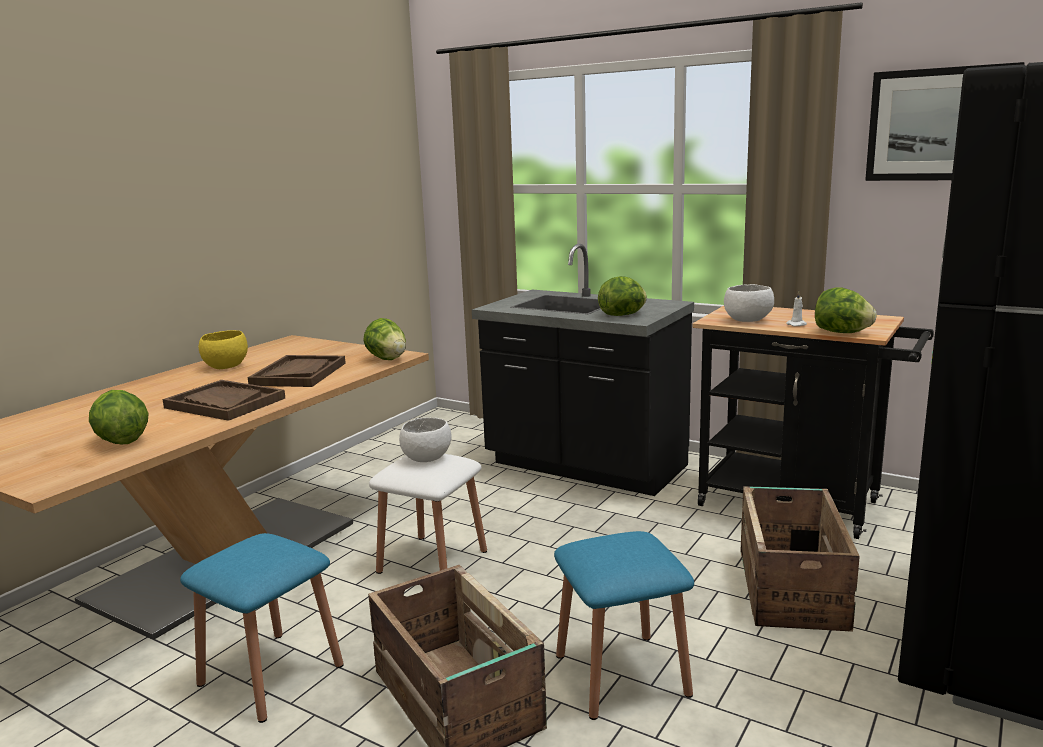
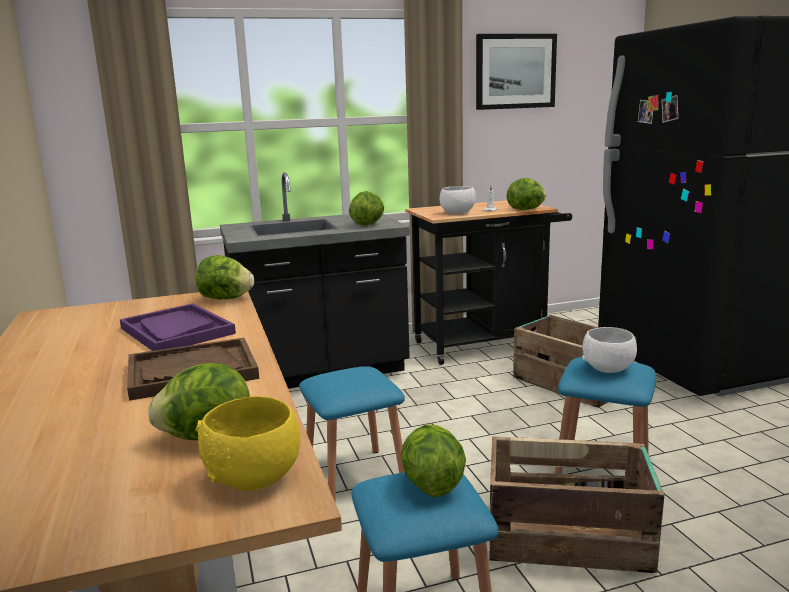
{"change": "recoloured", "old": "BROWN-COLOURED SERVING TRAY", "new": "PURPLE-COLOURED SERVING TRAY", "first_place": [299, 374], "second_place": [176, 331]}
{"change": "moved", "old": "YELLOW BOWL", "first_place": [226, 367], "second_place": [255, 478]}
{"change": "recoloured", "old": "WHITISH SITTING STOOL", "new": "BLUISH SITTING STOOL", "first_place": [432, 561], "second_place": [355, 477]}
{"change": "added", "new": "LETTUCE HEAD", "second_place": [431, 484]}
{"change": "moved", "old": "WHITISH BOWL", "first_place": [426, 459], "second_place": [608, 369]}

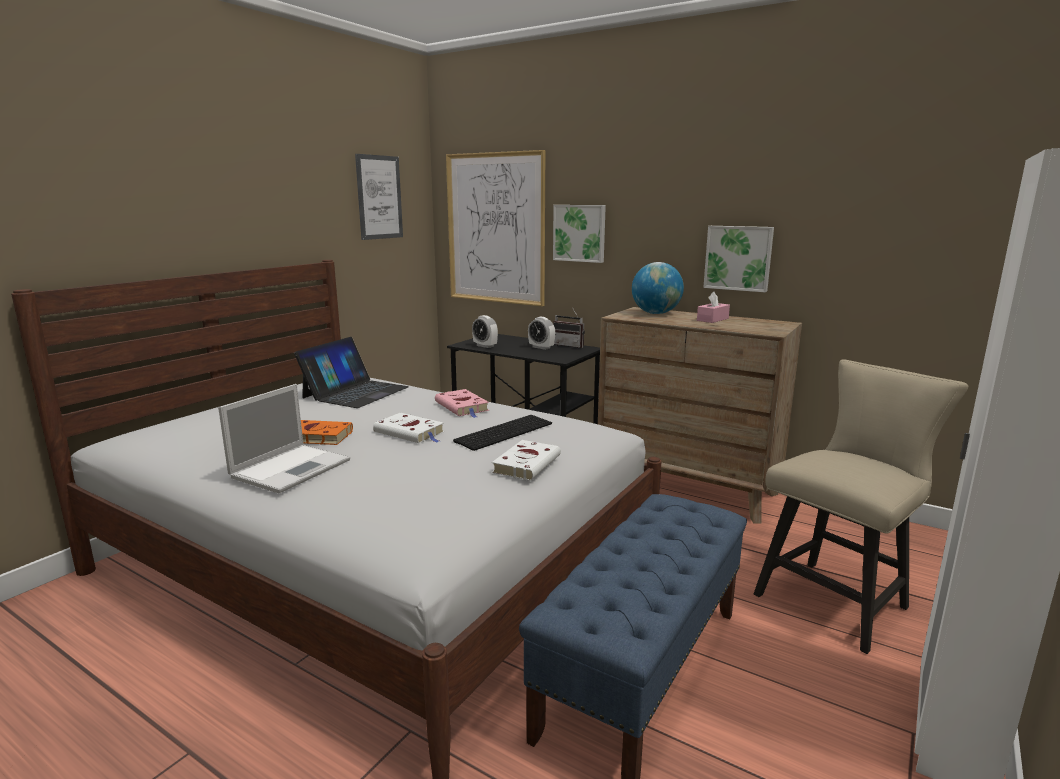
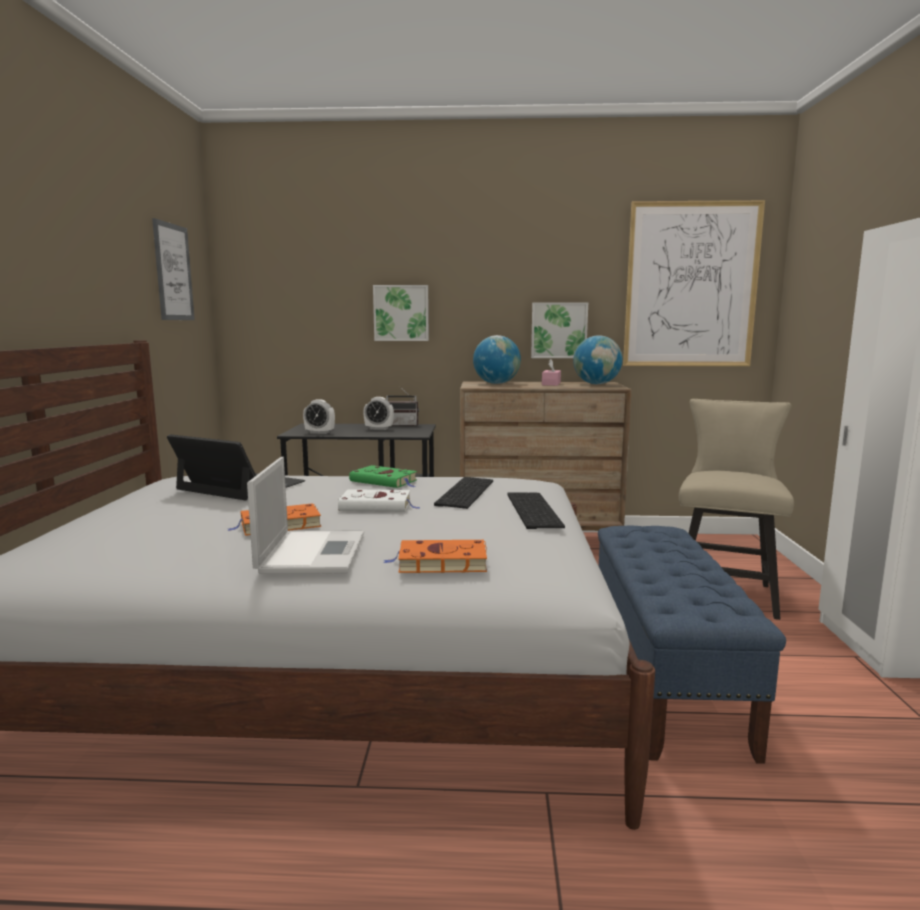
{"change": "turned", "old": "LAPTOP", "first_place": [355, 392], "second_place": [240, 485], "degrees": -60}
{"change": "recoloured", "old": "PINK BOUND BOOK", "new": "GREEN-COLOURED BOUND BOOK", "first_place": [462, 407], "second_place": [385, 481]}
{"change": "added", "new": "ORANGEY BOUND BOOK", "second_place": [439, 562]}
{"change": "replaced", "old": "WHITISH BOUND BOOK", "new": "PC KEYBOARD", "first_place": [527, 464], "second_place": [531, 509]}
{"change": "added", "new": "GLOBE", "second_place": [596, 384]}
{"change": "moved", "old": "PICTURE", "first_place": [495, 229], "second_place": [691, 285]}

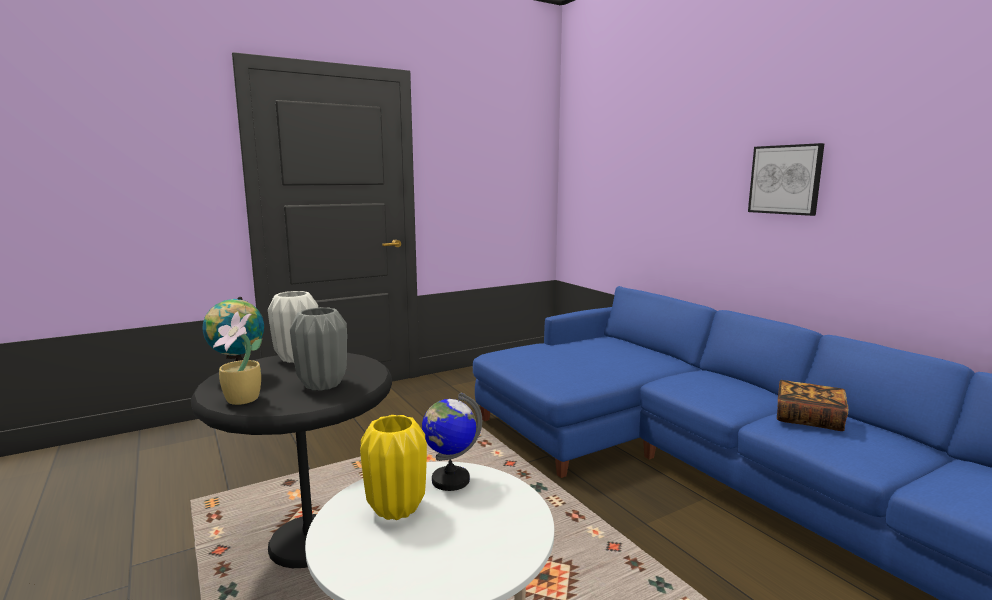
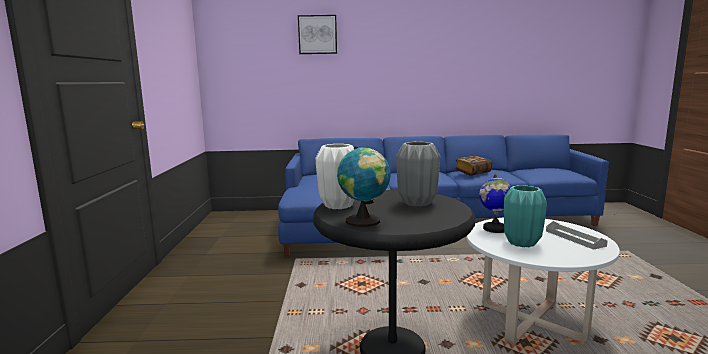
{"change": "moved", "old": "PICTURE", "first_place": [785, 179], "second_place": [317, 34]}
{"change": "recoloured", "old": "YELLOW DECORATIVE VASE", "new": "BLUE-GREEN DECORATIVE VASE", "first_place": [396, 509], "second_place": [522, 243]}
{"change": "added", "new": "GREYISH SERVING TRAY", "second_place": [574, 238]}
{"change": "removed", "old": "POTTED PLANT", "first_place": [243, 400]}

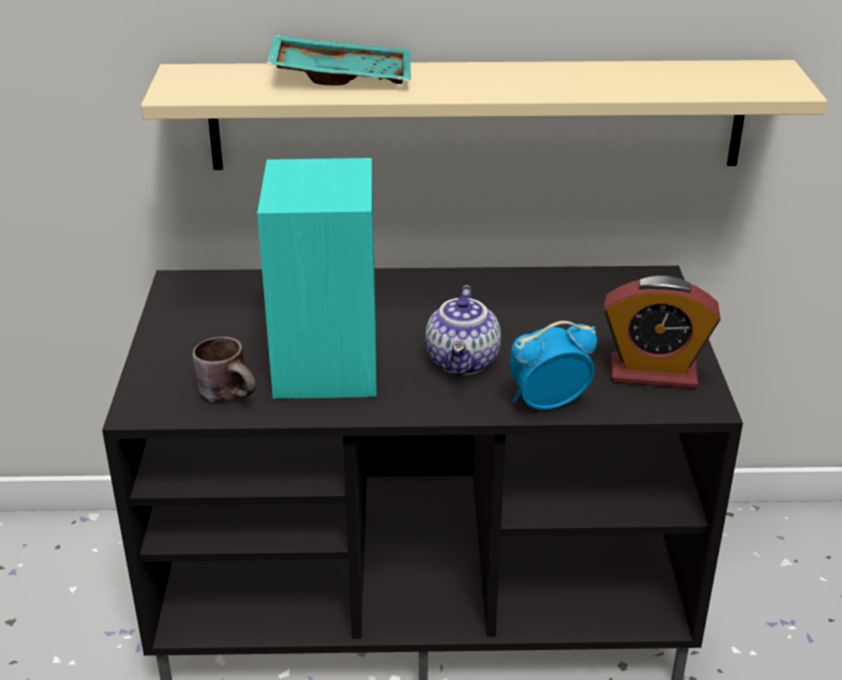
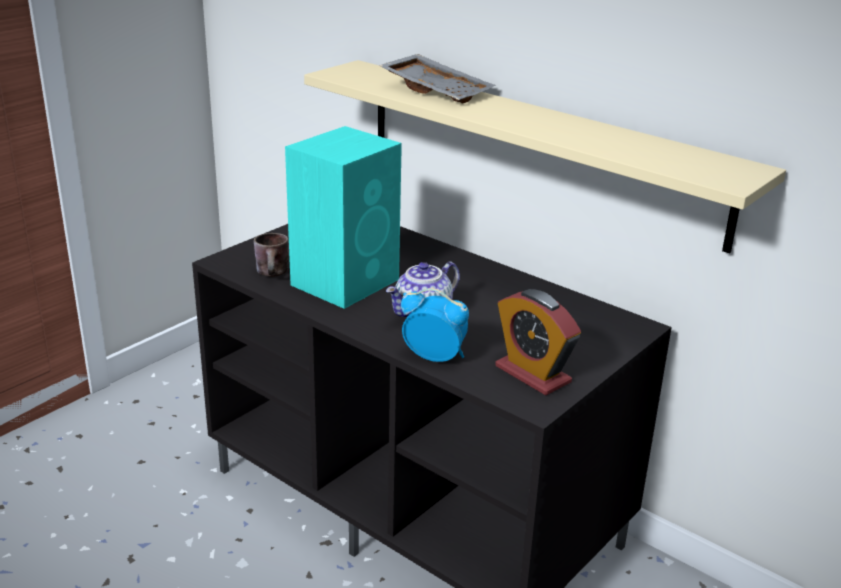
{"change": "recoloured", "old": "BLUE-GREEN SERVING TRAY", "new": "GREYISH SERVING TRAY", "first_place": [341, 76], "second_place": [437, 91]}

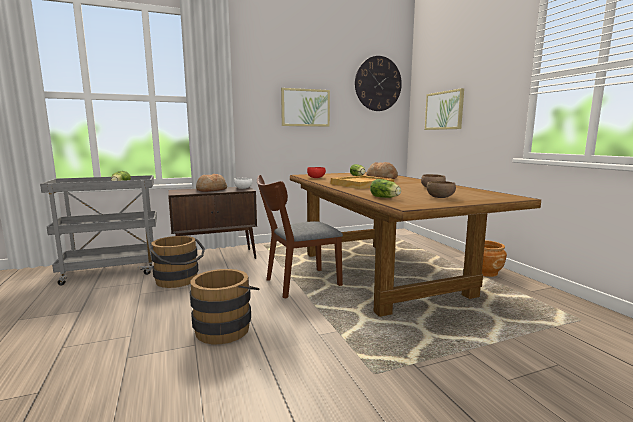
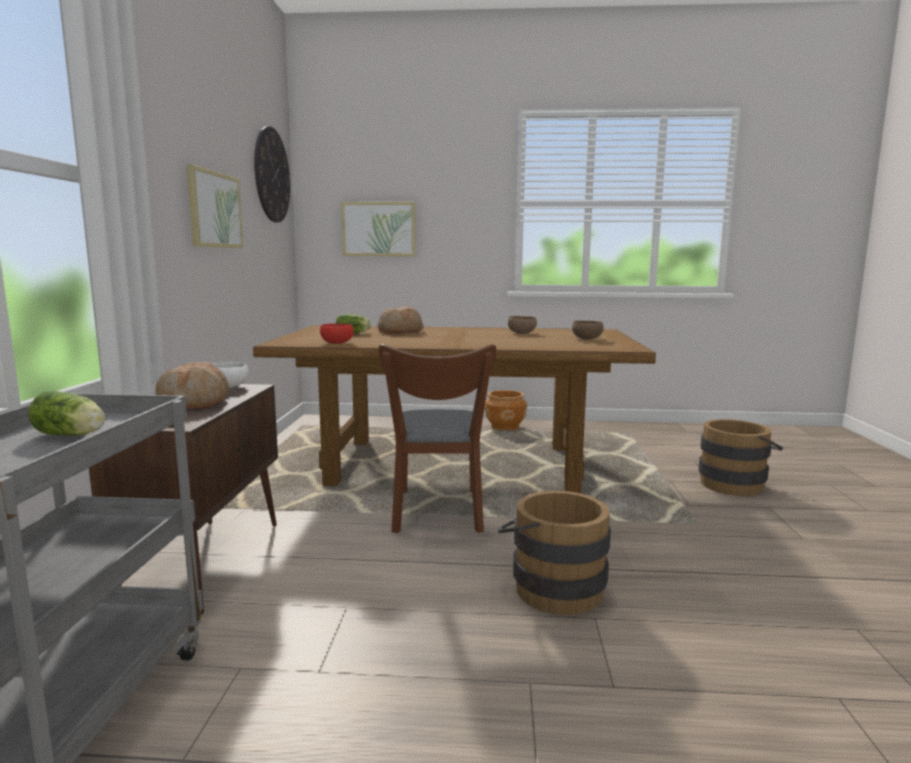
{"change": "moved", "old": "BROWN-COLOURED WATER BUCKET", "first_place": [179, 281], "second_place": [735, 484]}
{"change": "removed", "old": "SAND-COLOURED SERVING TRAY", "first_place": [362, 184]}
{"change": "removed", "old": "LETTUCE HEAD", "first_place": [385, 197]}

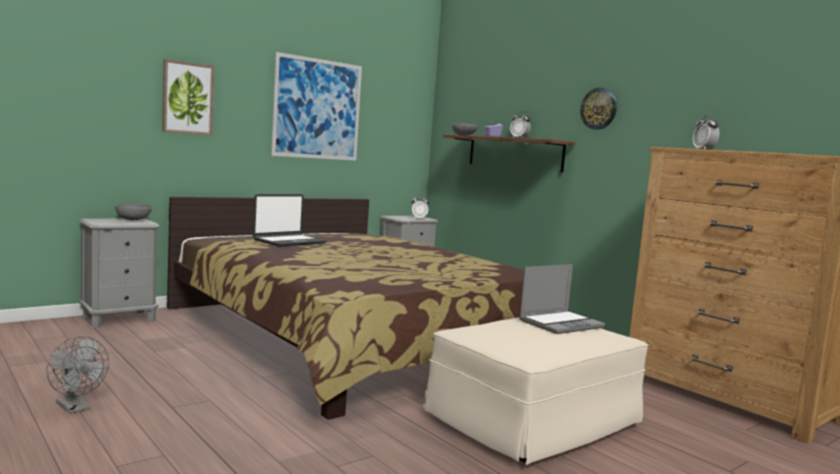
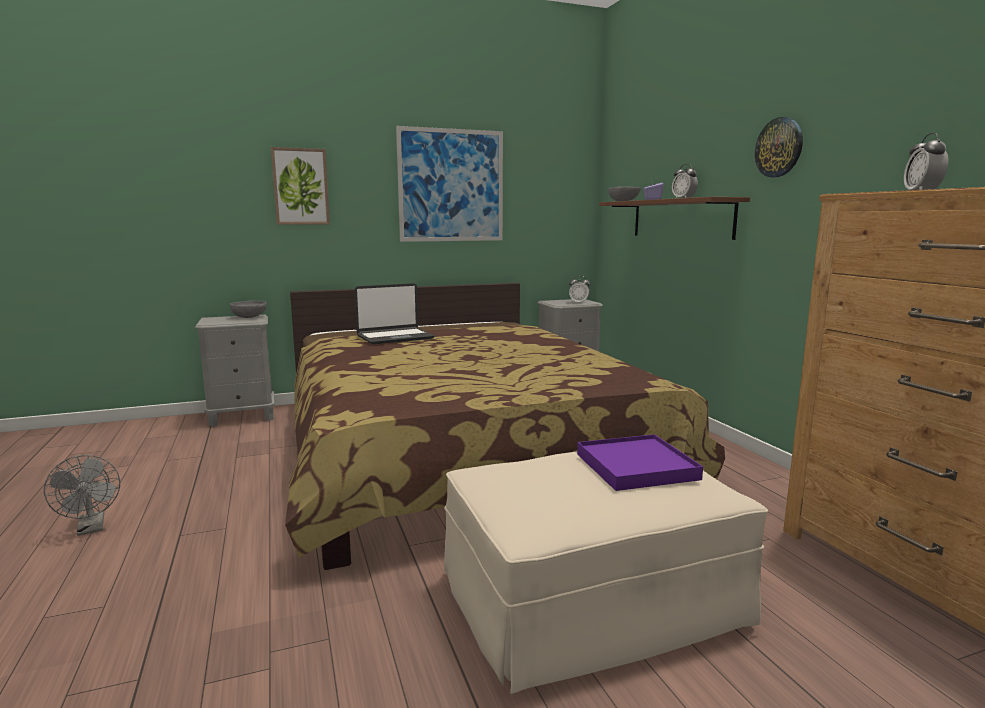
{"change": "replaced", "old": "LAPTOP", "new": "PURPLE-COLOURED SERVING TRAY", "first_place": [561, 324], "second_place": [636, 466]}

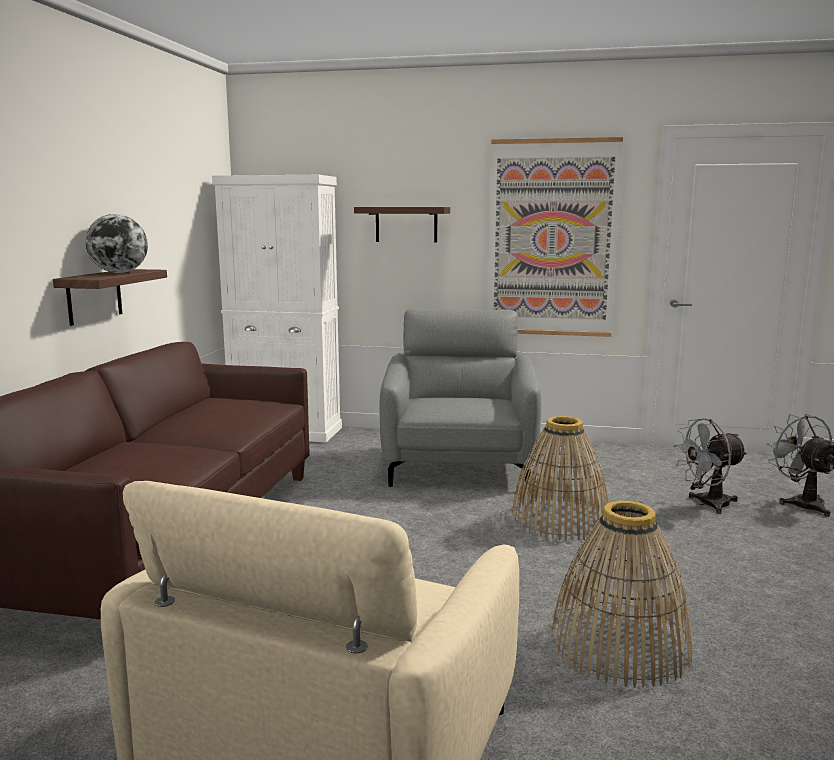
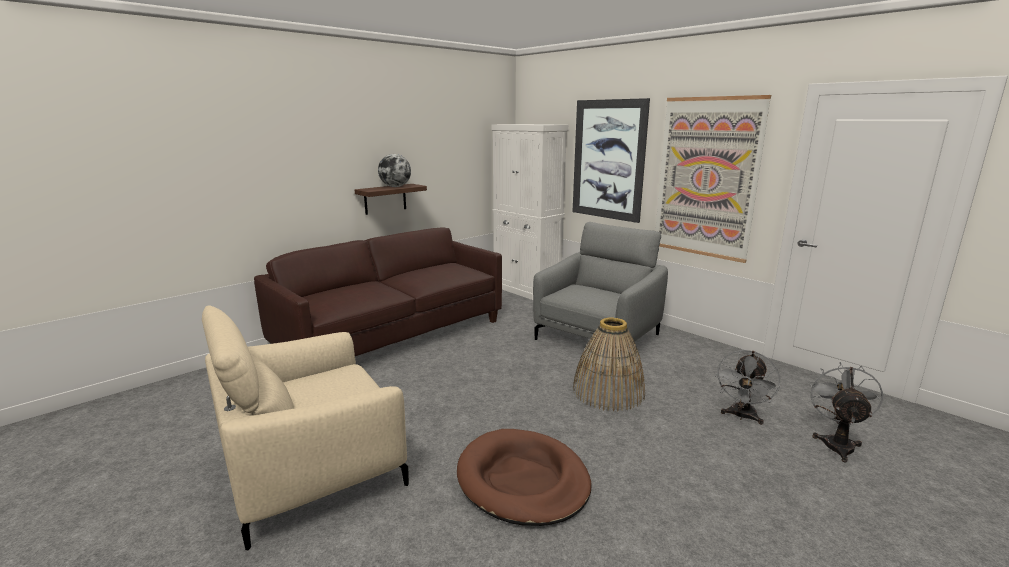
{"change": "replaced", "old": "STORAGE BASKET", "new": "BROWN-COLOURED DOG BED", "first_place": [620, 645], "second_place": [522, 480]}
{"change": "replaced", "old": "SHELF", "new": "PICTURE", "first_place": [406, 224], "second_place": [608, 160]}
{"change": "turned", "old": "GREYISH ELECTRIC FAN", "first_place": [707, 504], "second_place": [741, 416], "degrees": -75}

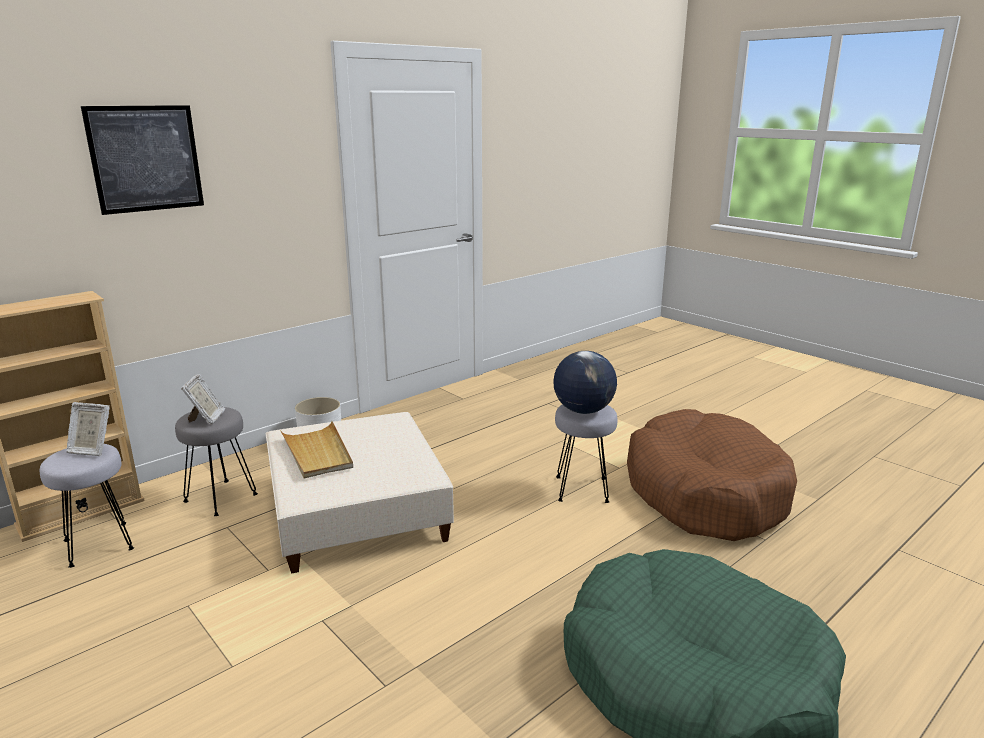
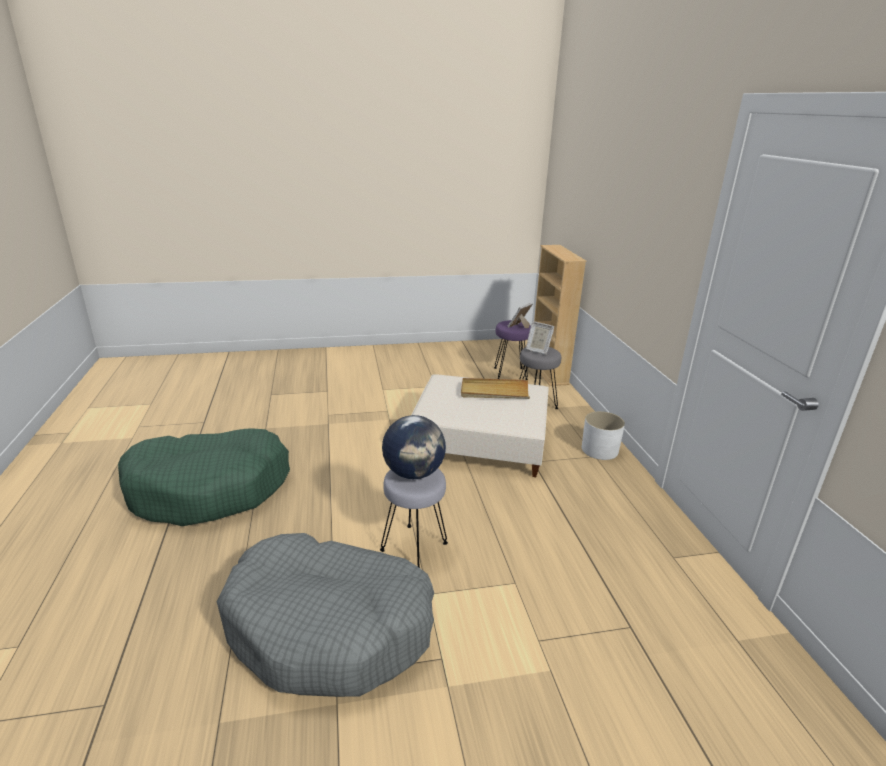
{"change": "recoloured", "old": "BROWN-COLOURED DOG BED", "new": "GREYISH DOG BED", "first_place": [704, 492], "second_place": [330, 627]}
{"change": "recoloured", "old": "GREYISH SITTING STOOL", "new": "PURPLE-COLOURED SITTING STOOL", "first_place": [100, 544], "second_place": [510, 374]}
{"change": "removed", "old": "PICTURE", "first_place": [146, 159]}

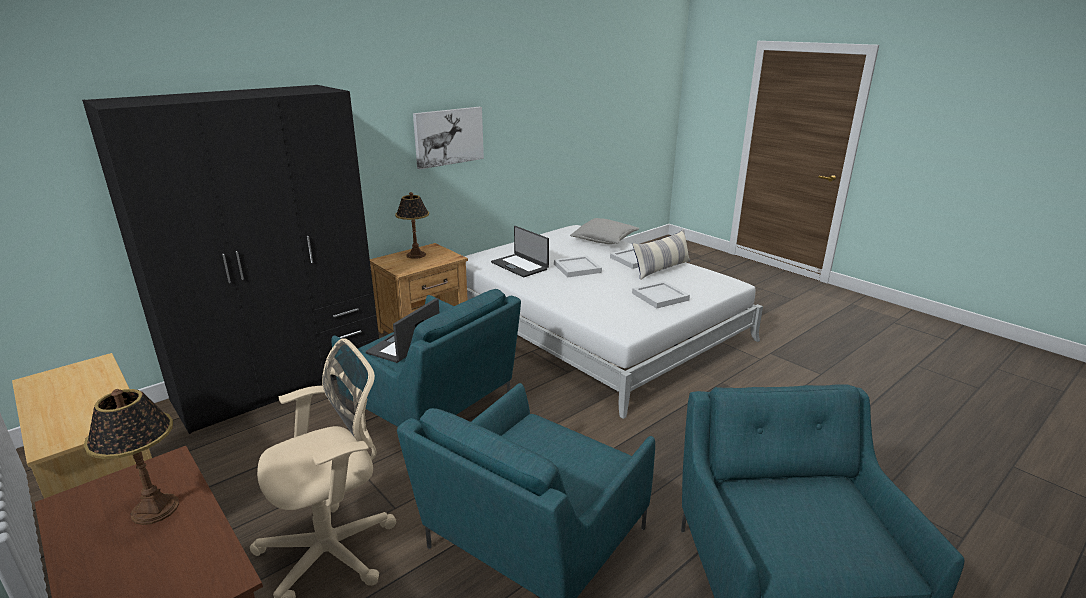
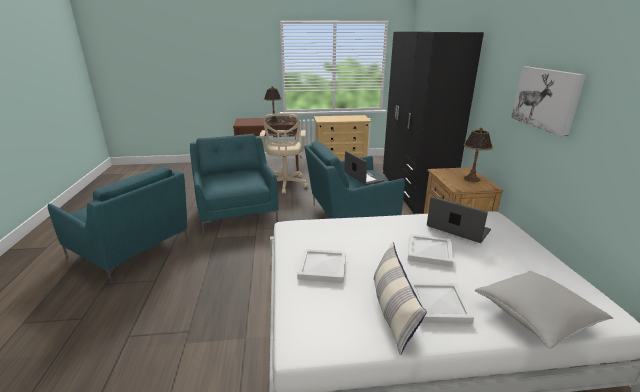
{"change": "turned", "old": "LAPTOP", "first_place": [520, 266], "second_place": [457, 229], "degrees": 45}

